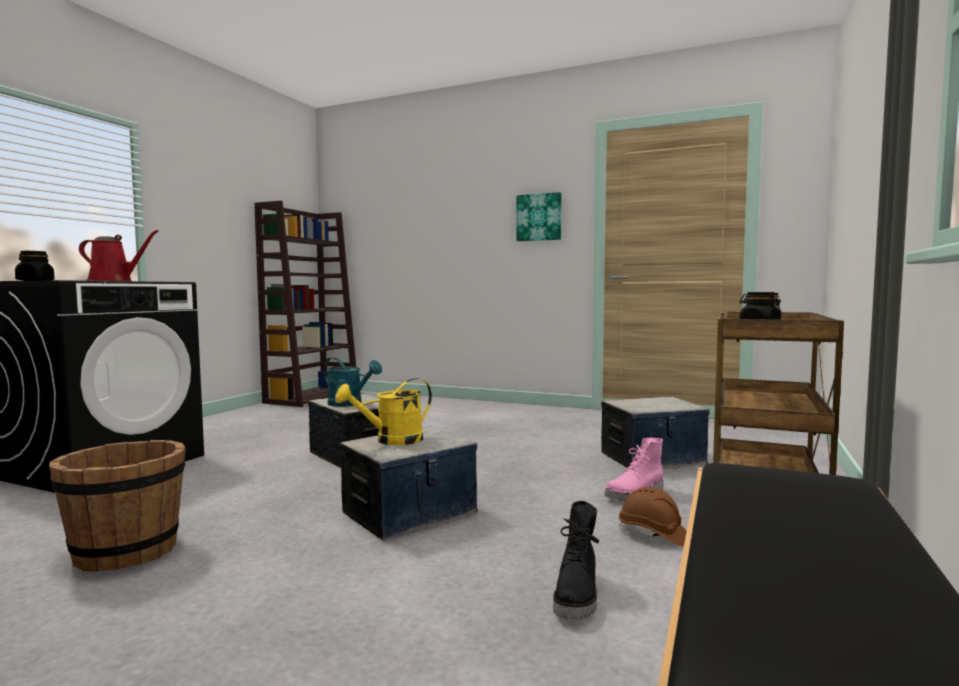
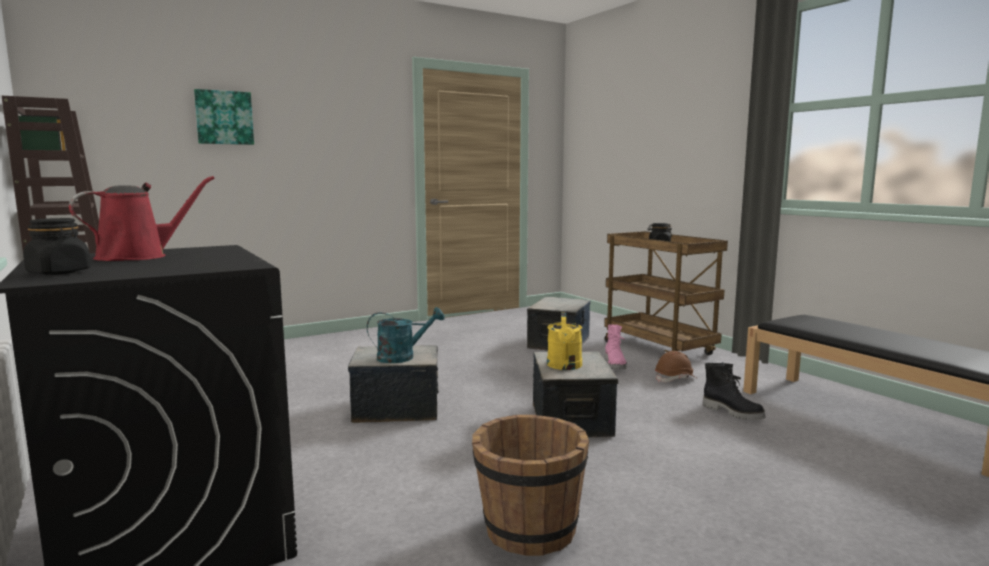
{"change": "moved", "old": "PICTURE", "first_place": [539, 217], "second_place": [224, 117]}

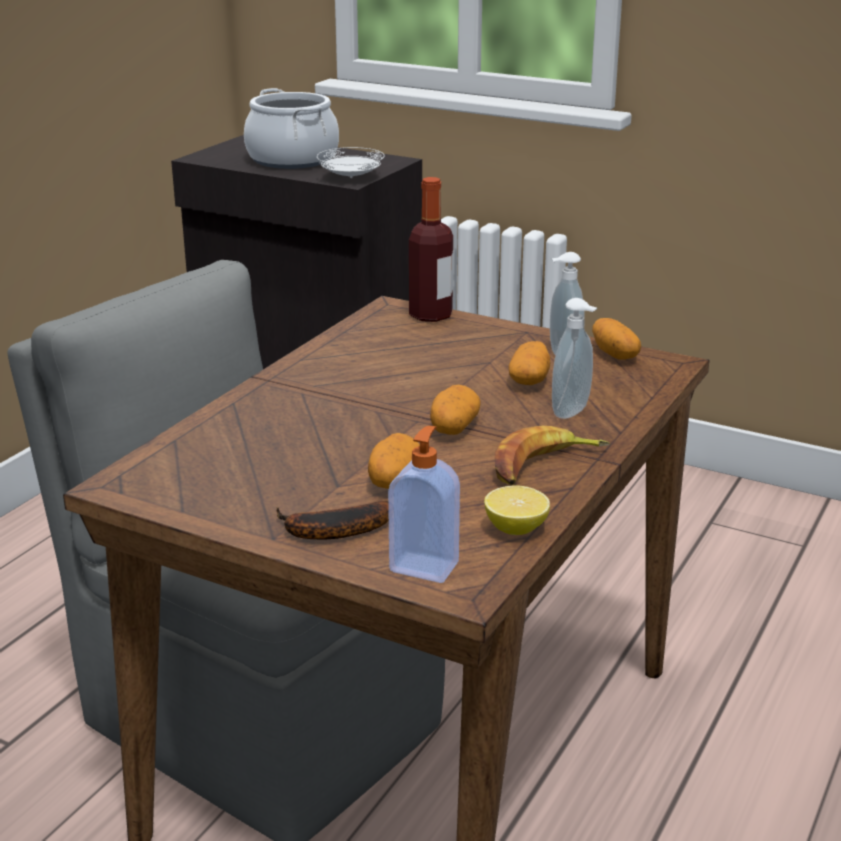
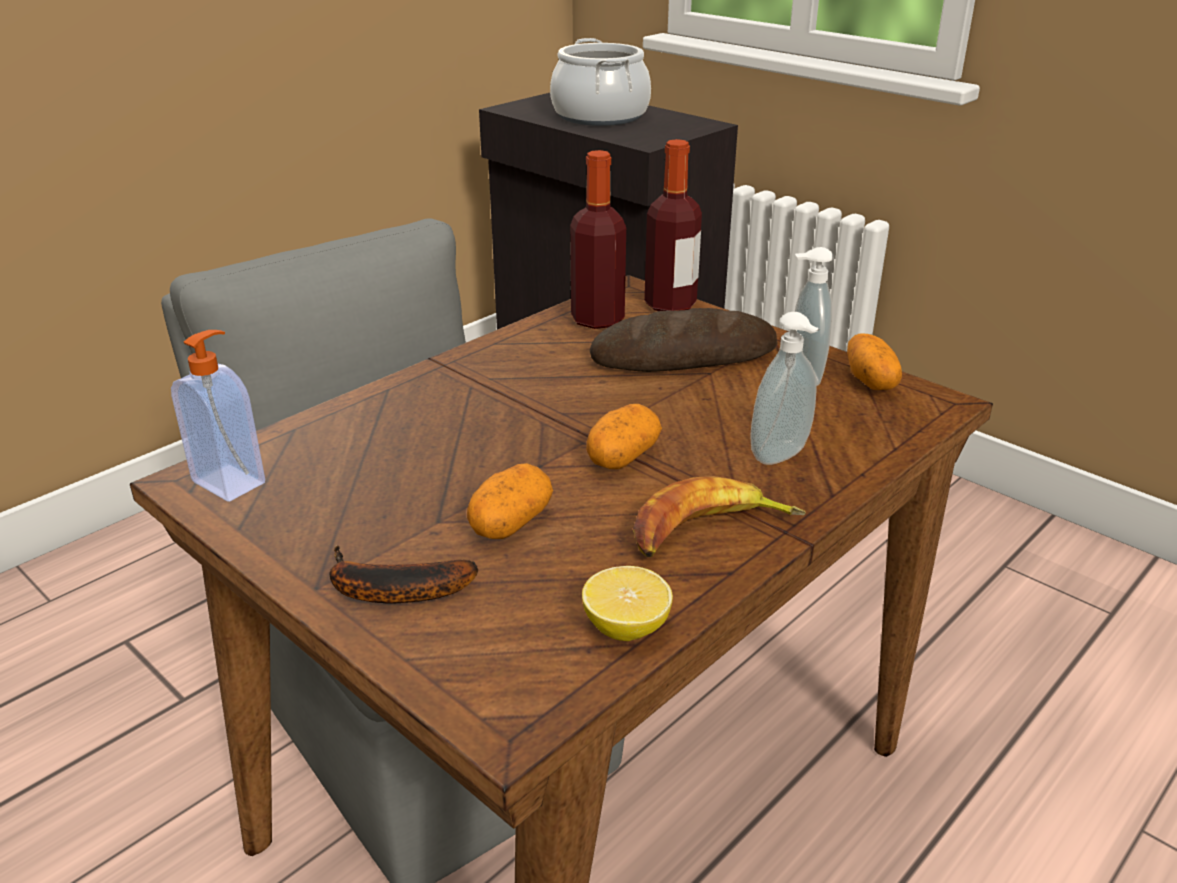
{"change": "moved", "old": "SOAP DISPENSER", "first_place": [425, 566], "second_place": [231, 481]}
{"change": "added", "new": "BOTTLE", "second_place": [597, 319]}
{"change": "added", "new": "BAKERY BREAD", "second_place": [683, 355]}
{"change": "removed", "old": "WHITISH DINNER PLATE", "first_place": [351, 178]}
{"change": "removed", "old": "WHOLE POTATO", "first_place": [529, 380]}

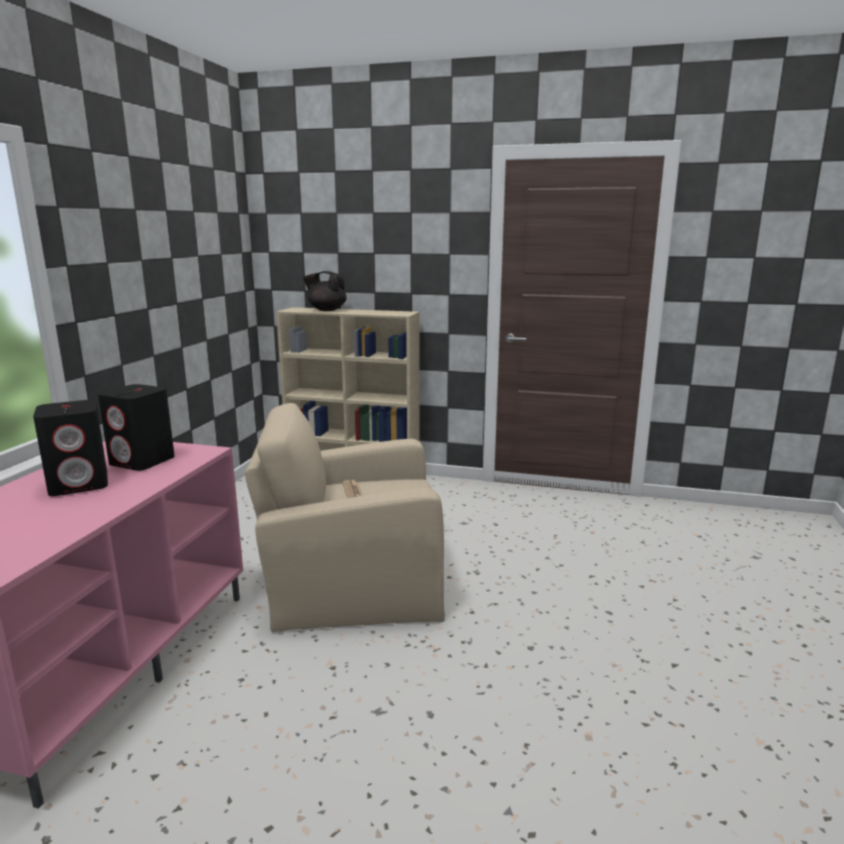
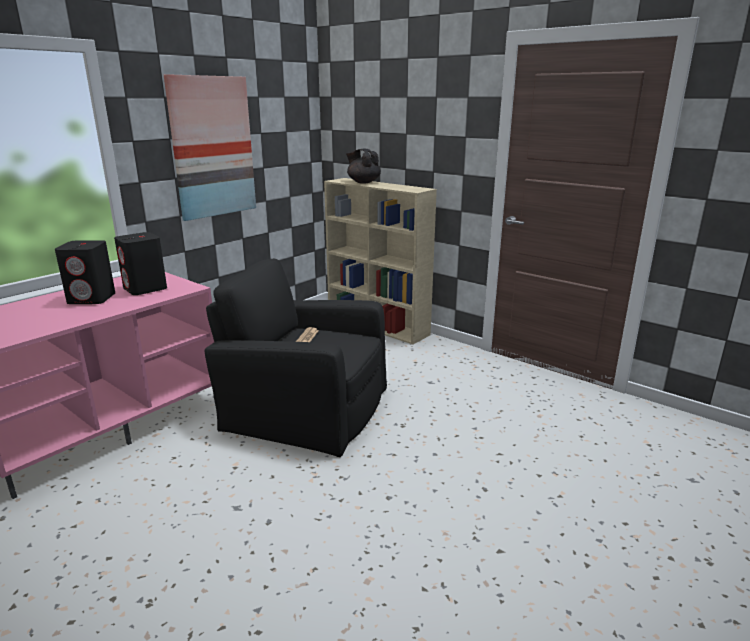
{"change": "added", "new": "PICTURE", "second_place": [212, 147]}
{"change": "recoloured", "old": "SAND-COLOURED EASY CHAIR", "new": "BLACK-COLOURED EASY CHAIR", "first_place": [353, 580], "second_place": [304, 408]}

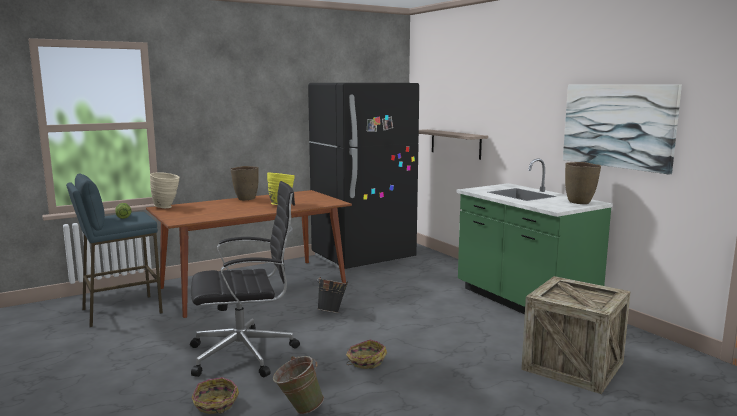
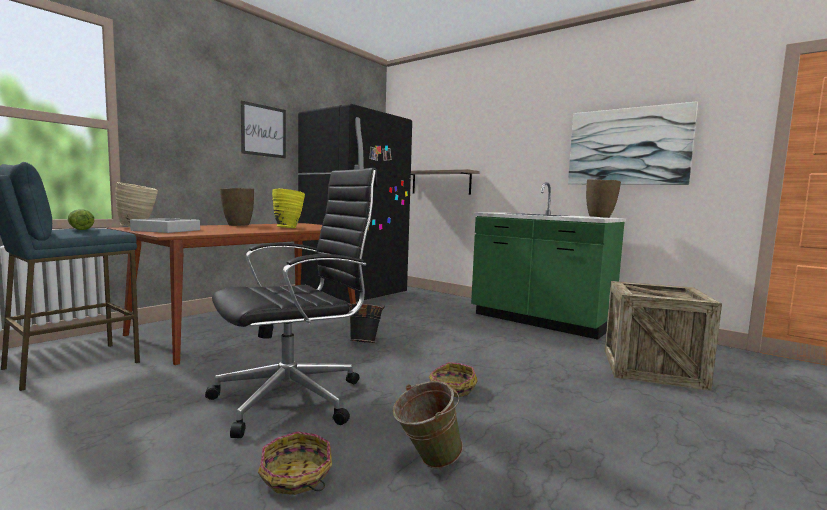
{"change": "added", "new": "GREYISH SERVING TRAY", "second_place": [166, 230]}
{"change": "added", "new": "PICTURE", "second_place": [263, 131]}

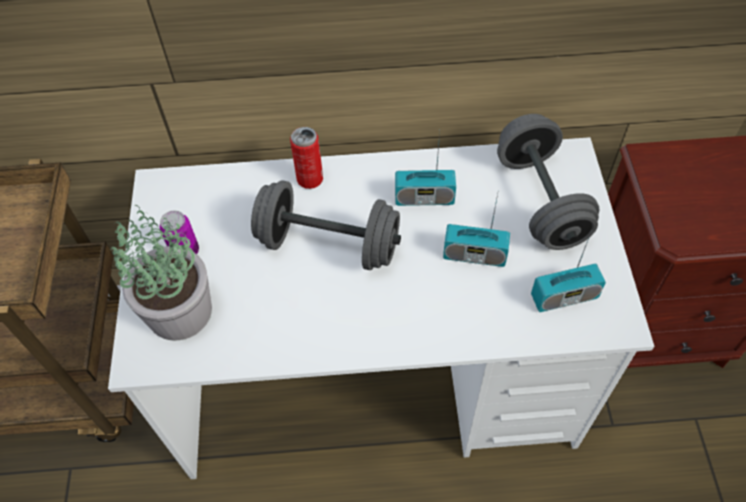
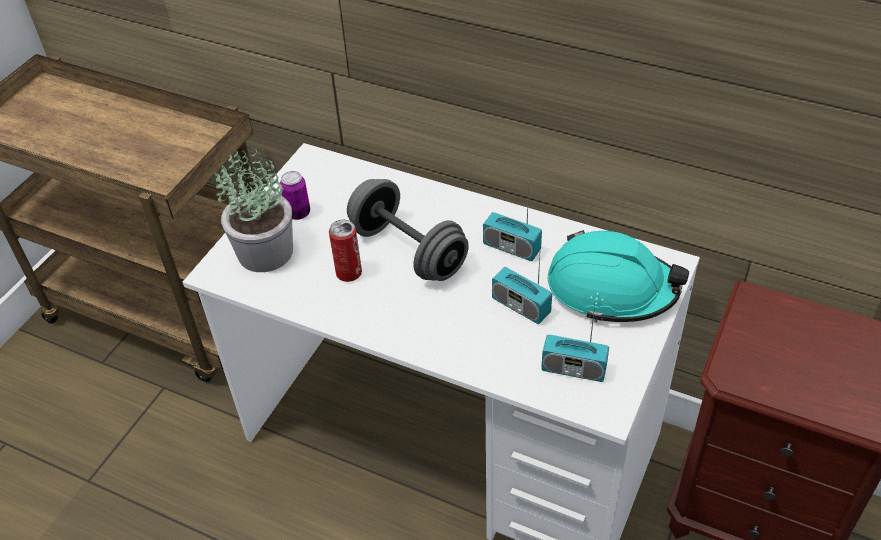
{"change": "moved", "old": "METAL CAN", "first_place": [310, 179], "second_place": [349, 273]}
{"change": "replaced", "old": "GREYISH DUMBBELL", "new": "BLUE-GREEN SAFETY HELMET", "first_place": [540, 201], "second_place": [611, 288]}

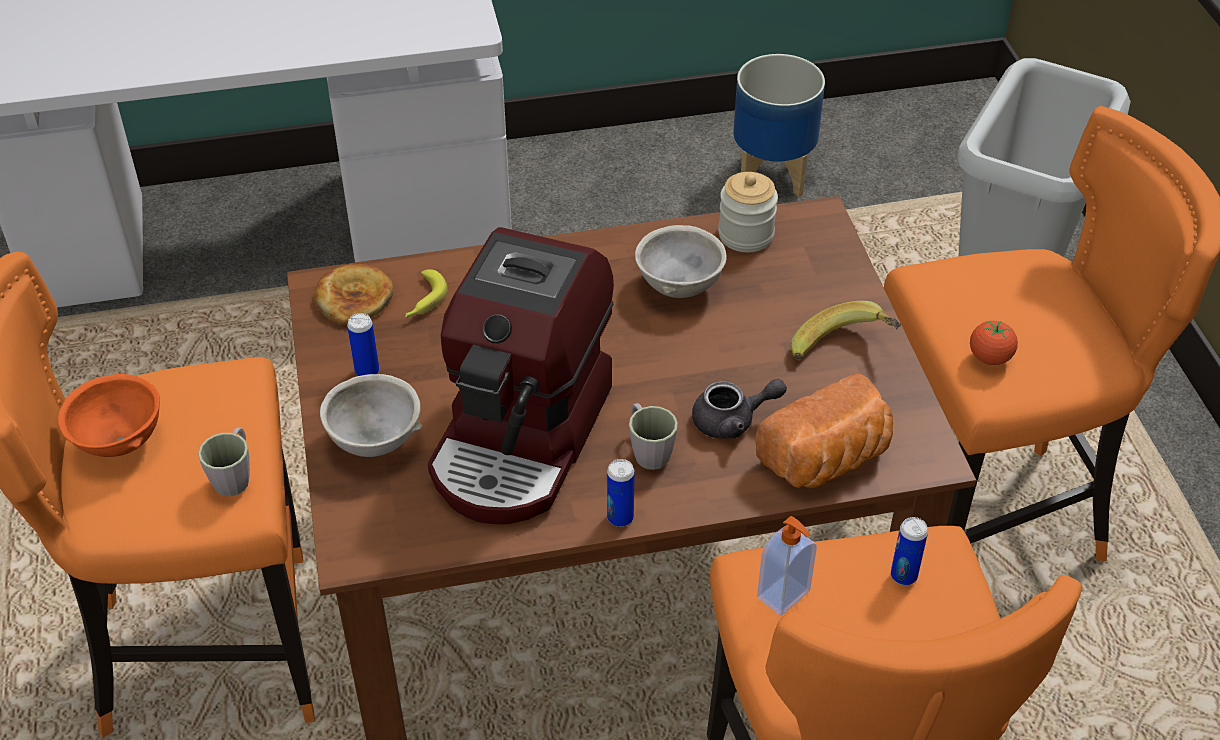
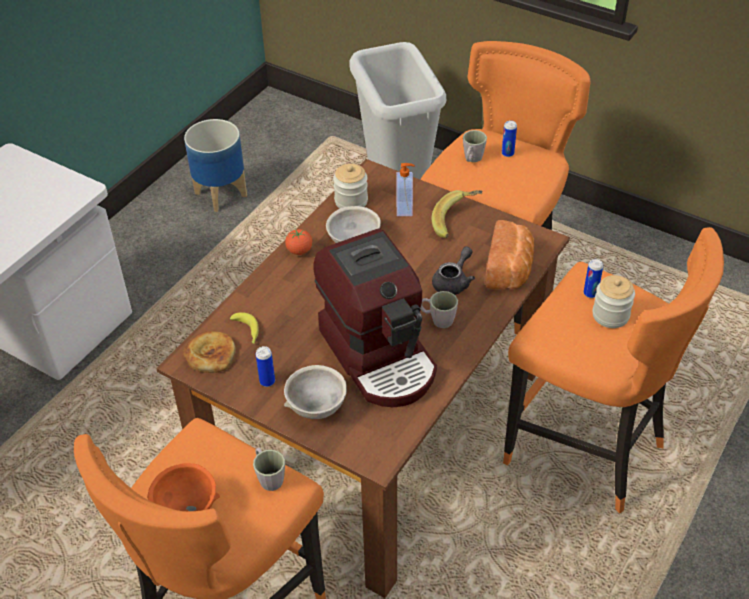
{"change": "moved", "old": "TOMATO", "first_place": [990, 357], "second_place": [299, 251]}
{"change": "moved", "old": "SOAP DISPENSER", "first_place": [784, 595], "second_place": [405, 209]}
{"change": "added", "new": "GREYISH MUG", "second_place": [472, 159]}
{"change": "moved", "old": "METAL CAN", "first_place": [620, 518], "second_place": [507, 153]}
{"change": "added", "new": "JAR", "second_place": [610, 315]}

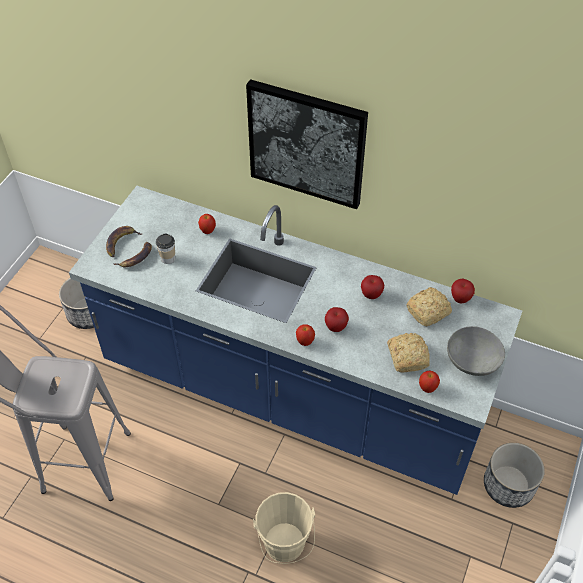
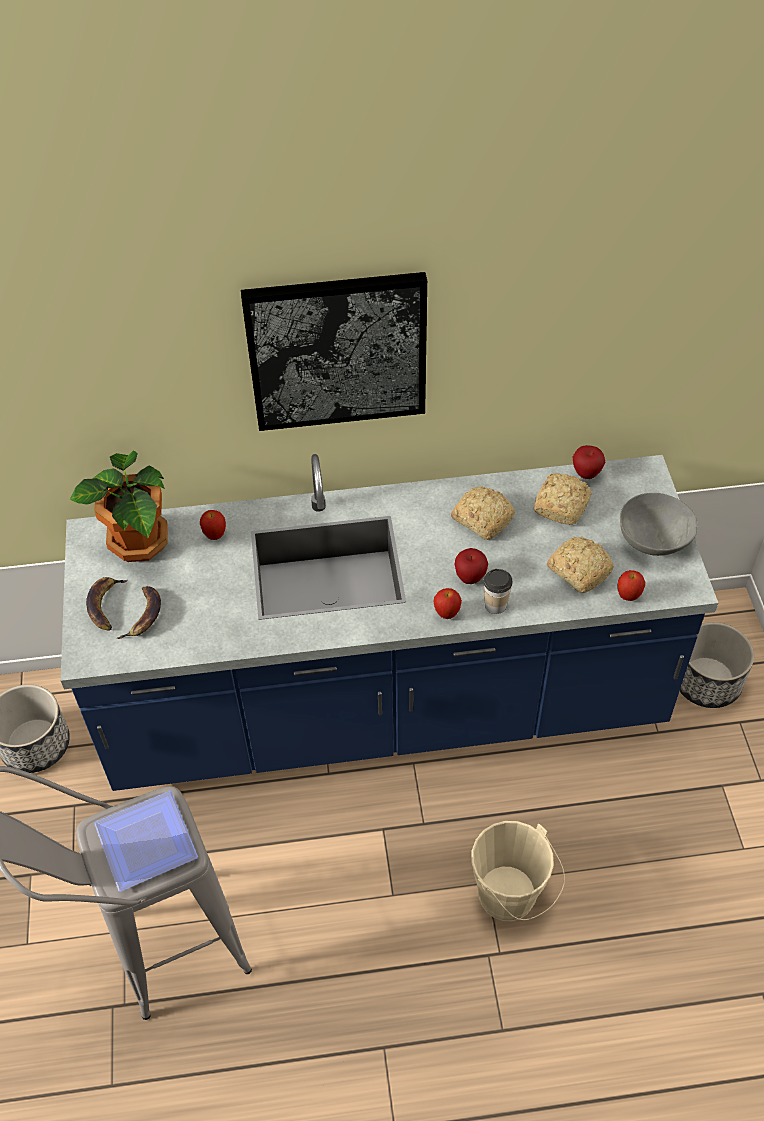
{"change": "added", "new": "POTTED PLANT", "second_place": [138, 543]}
{"change": "added", "new": "DINNER PLATE", "second_place": [143, 841]}
{"change": "replaced", "old": "APPLE FRUIT", "new": "BAKERY BREAD", "first_place": [371, 295], "second_place": [482, 518]}
{"change": "moved", "old": "SMALL CUP", "first_place": [168, 258], "second_place": [495, 605]}

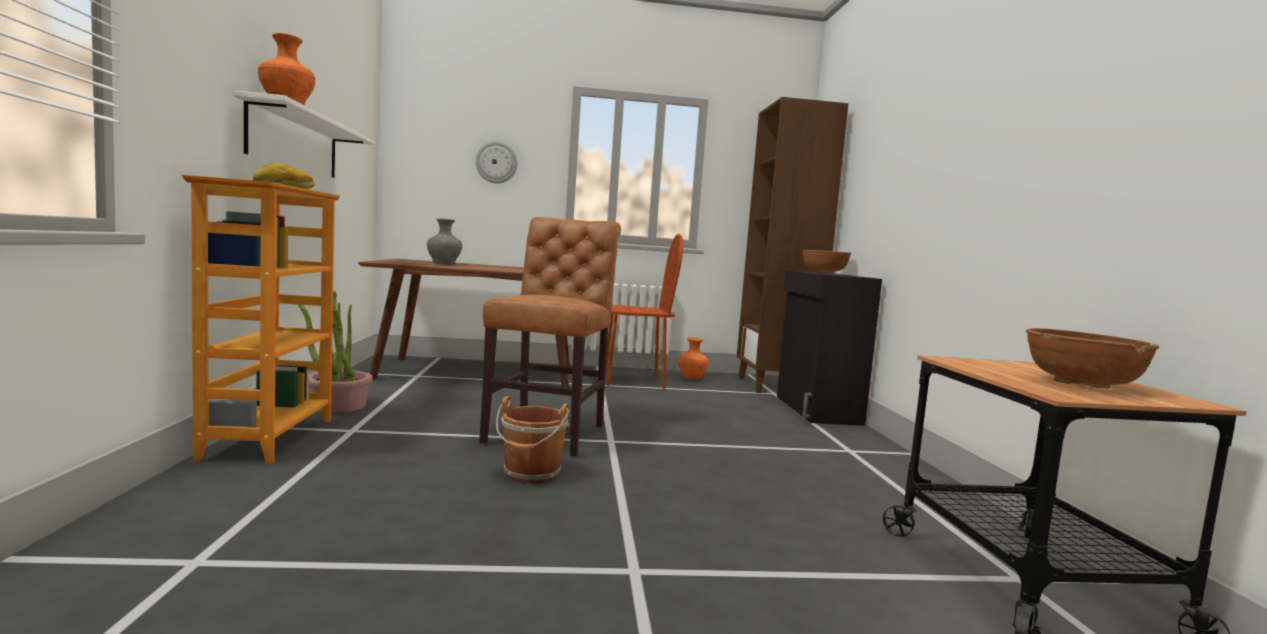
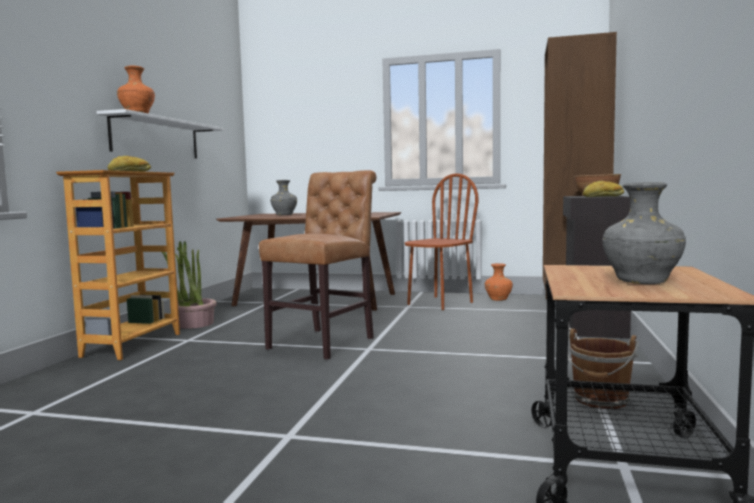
{"change": "turned", "old": "BROWN-COLOURED PLAIN CHAIR", "first_place": [633, 381], "second_place": [439, 303], "degrees": -60}
{"change": "moved", "old": "BROWN-COLOURED WATER BUCKET", "first_place": [531, 474], "second_place": [601, 400]}
{"change": "added", "new": "BAKERY BREAD", "second_place": [603, 196]}
{"change": "replaced", "old": "BROWN-COLOURED BOWL", "new": "GREYISH DECORATIVE VASE", "first_place": [1082, 384], "second_place": [642, 282]}
{"change": "removed", "old": "CLOCK ON THE WALL", "first_place": [496, 162]}

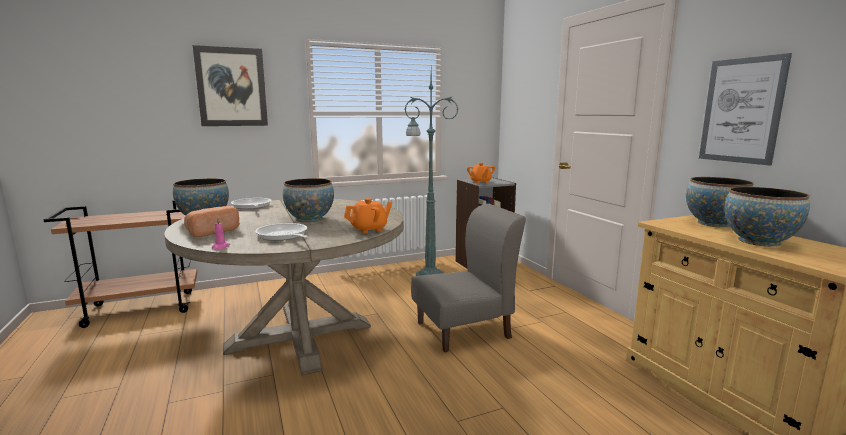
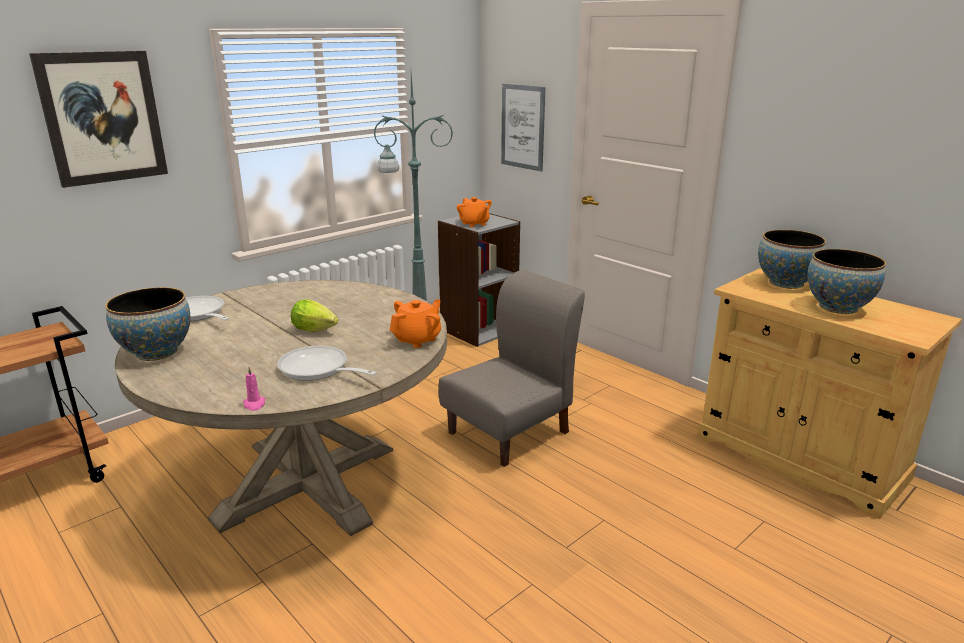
{"change": "replaced", "old": "BOWL", "new": "LETTUCE HEAD", "first_place": [310, 219], "second_place": [317, 331]}
{"change": "moved", "old": "PICTURE", "first_place": [741, 110], "second_place": [522, 127]}
{"change": "removed", "old": "BAKERY BREAD", "first_place": [211, 232]}

